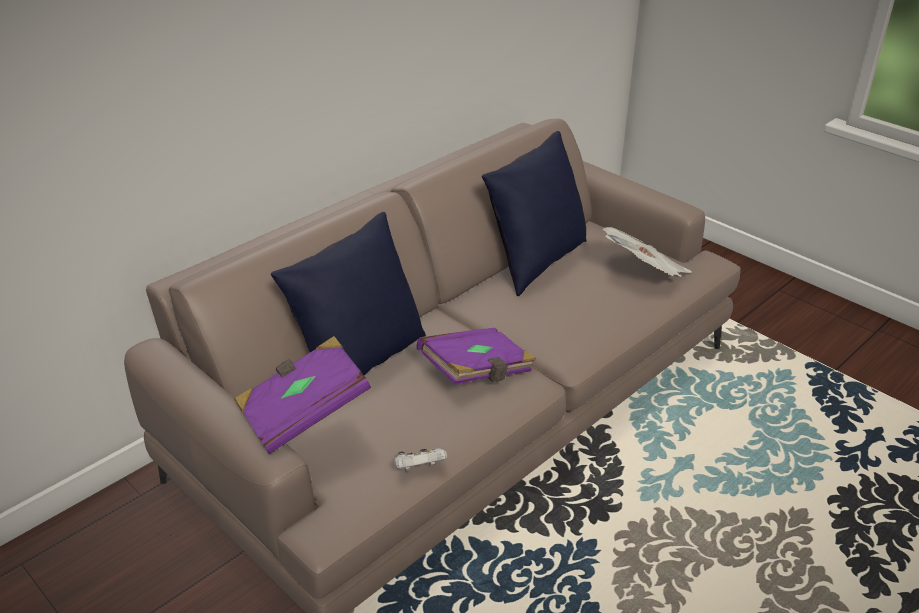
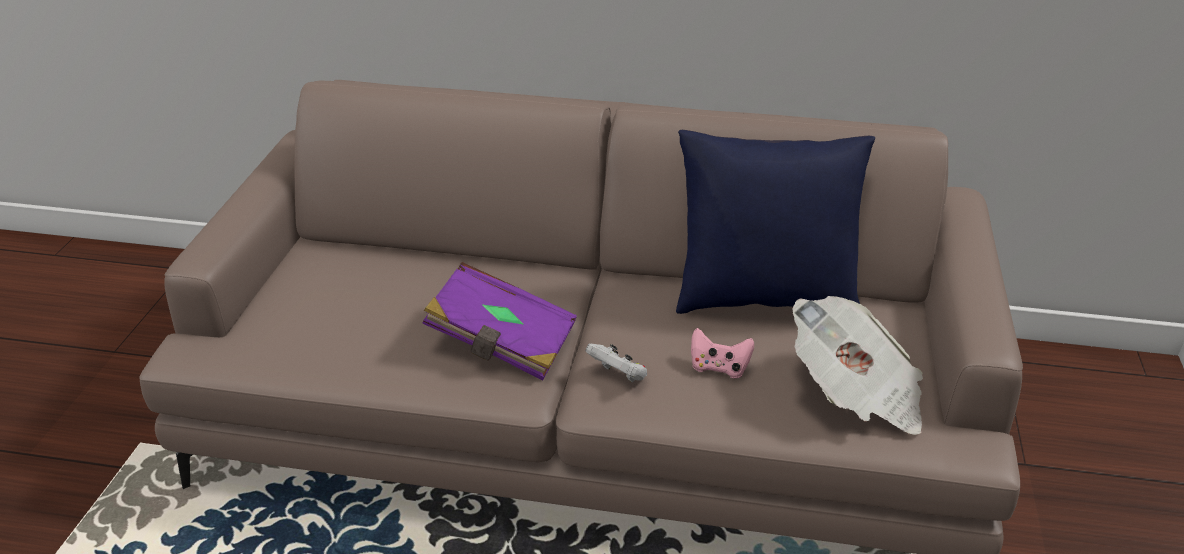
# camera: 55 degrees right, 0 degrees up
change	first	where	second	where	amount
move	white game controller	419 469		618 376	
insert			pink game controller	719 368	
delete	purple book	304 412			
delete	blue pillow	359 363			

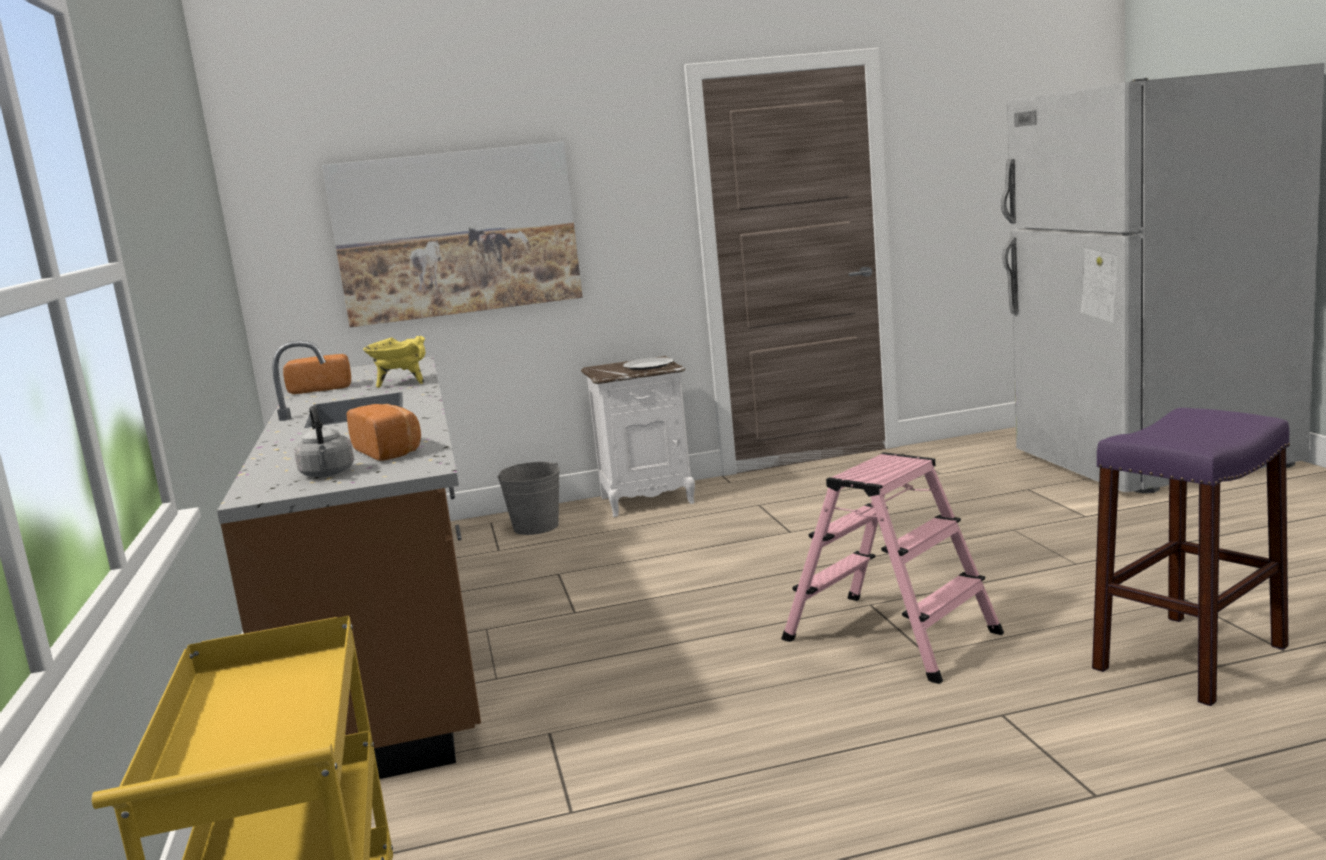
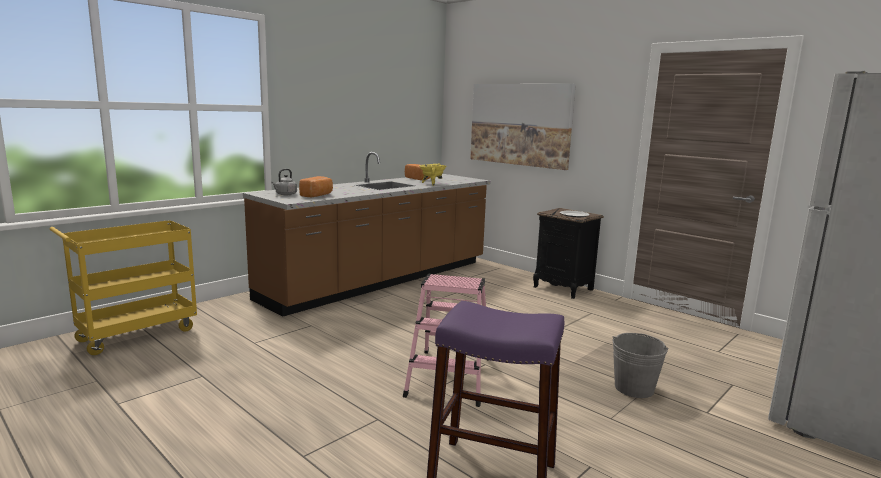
# camera: 55 degrees right, 0 degrees up
change	first	where	second	where	amount
recolor	white nightstand	647 501	black nightstand	563 289	
move	grey bucket	536 527		634 388	

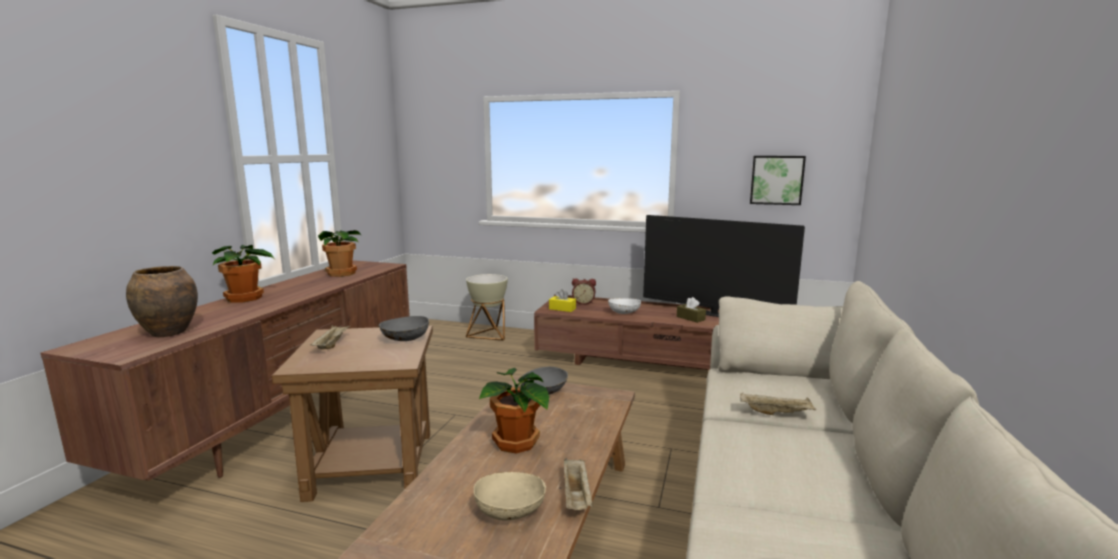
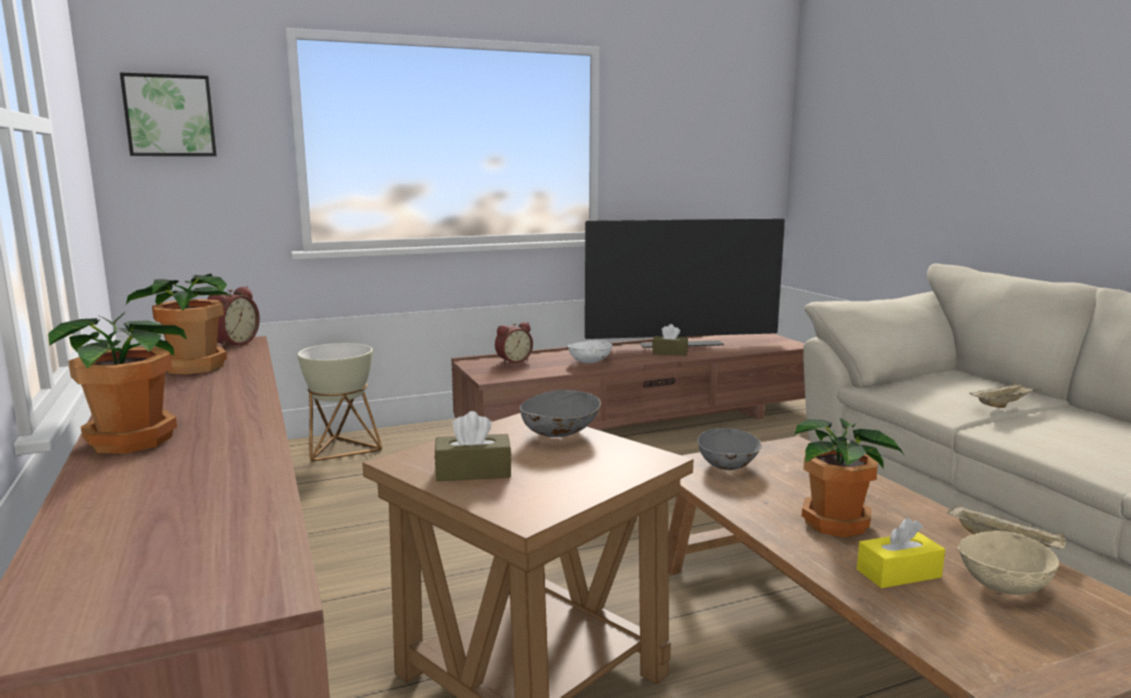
# camera: 40 degrees left, 0 degrees up
change	first	where	second	where	amount
move	picture	776 180		170 116	
insert			alarm clock	232 343	
replace	beige tray	331 345	brown tissue box	473 472	
move	yellow tissue box	562 309		898 573	
delete	brown vase	169 333			

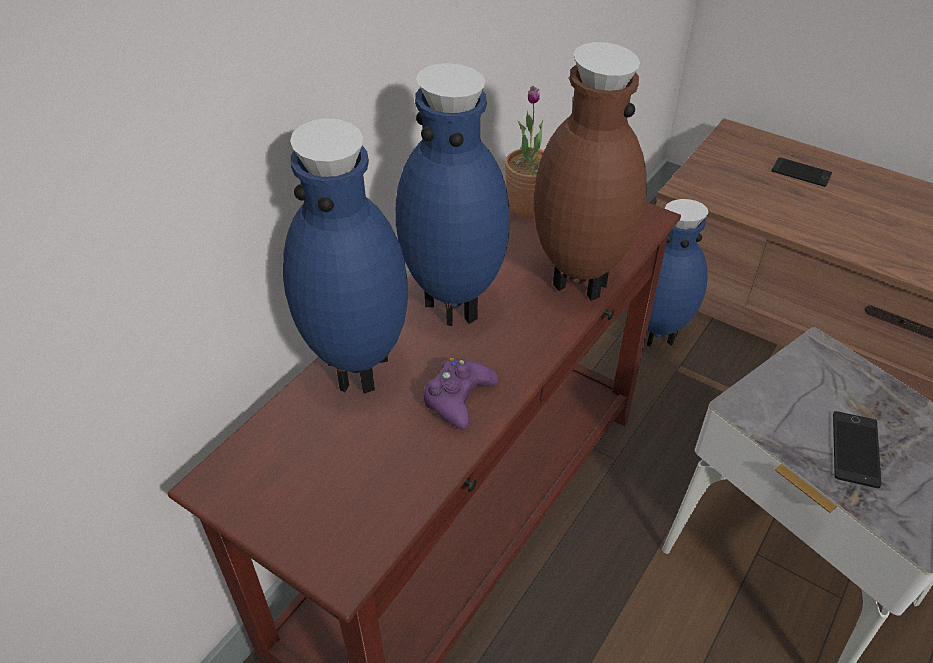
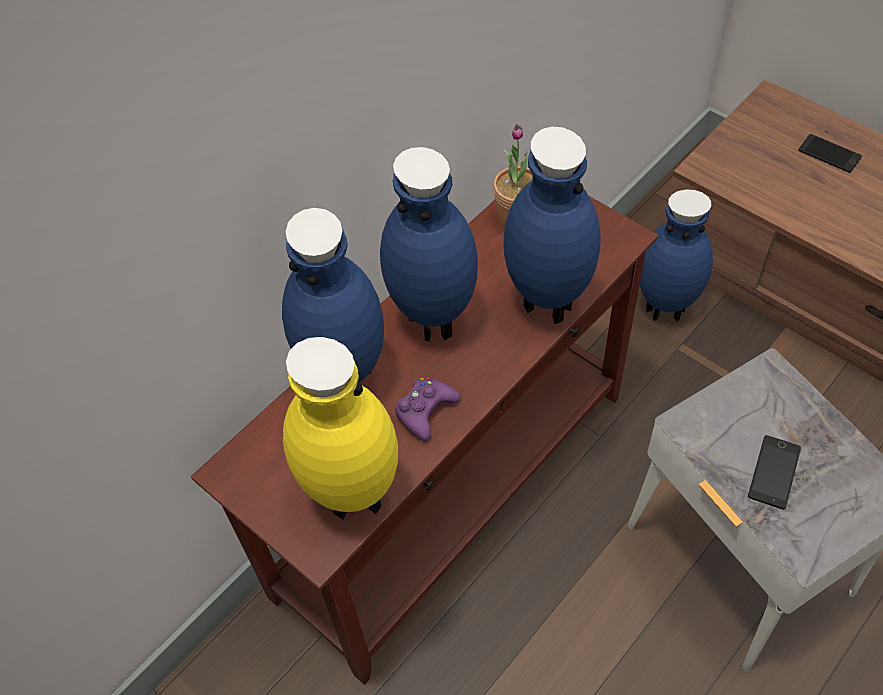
# camera: 10 degrees right, 10 degrees up
change	first	where	second	where	amount
insert			yellow vase	352 499	
recolor	brown vase	576 282	blue vase	545 304	

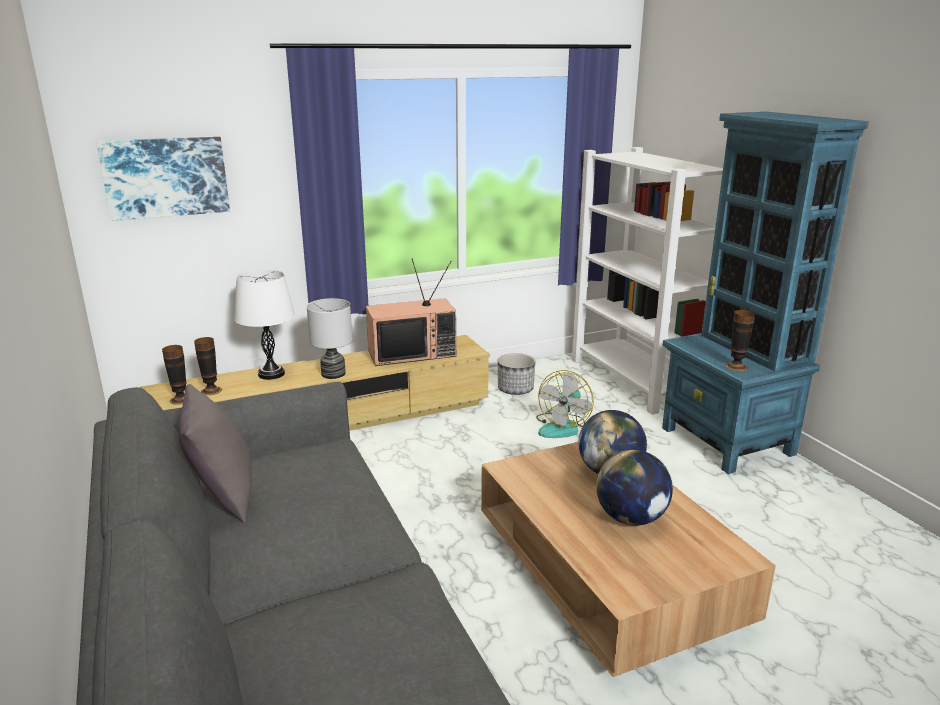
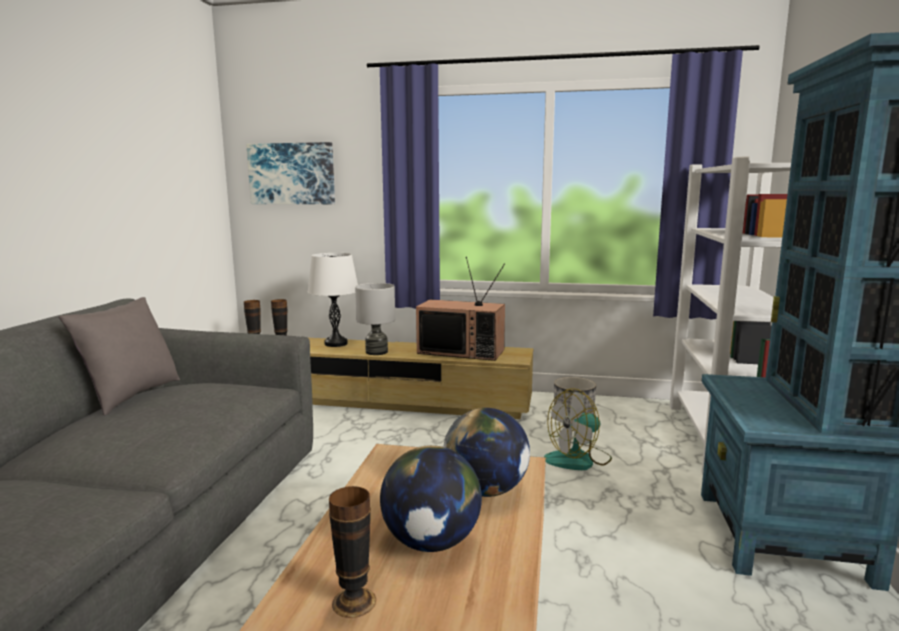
# camera: 35 degrees right, 10 degrees down
change	first	where	second	where	amount
move	vase	736 366		354 601	

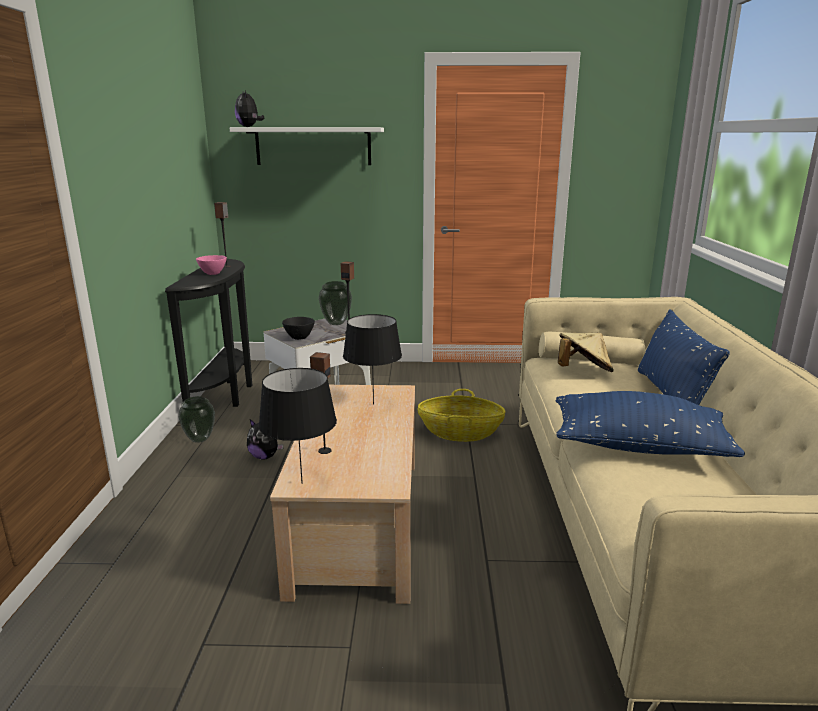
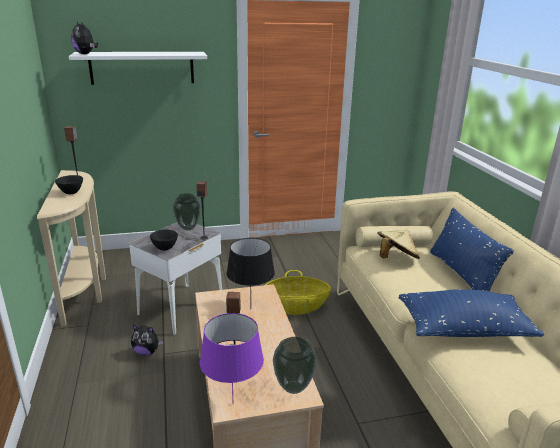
# camera: 15 degrees left, 5 degrees up
change	first	where	second	where	amount
recolor	black console table	226 394	beige console table	86 290	
recolor	pink bowl	213 274	black bowl	71 193	
recolor	black table lamp	302 483	purple table lamp	233 403	
move	vase	200 439		293 387	

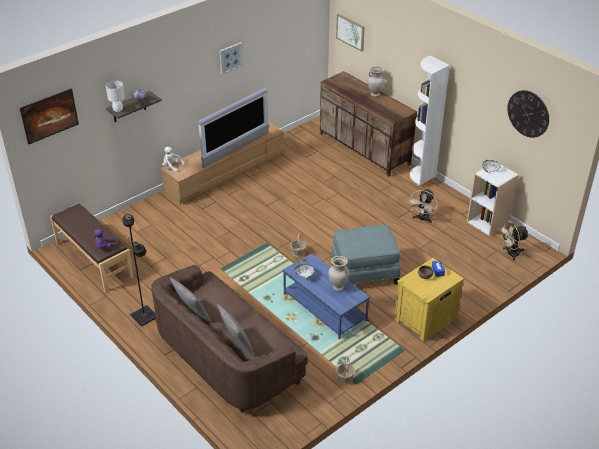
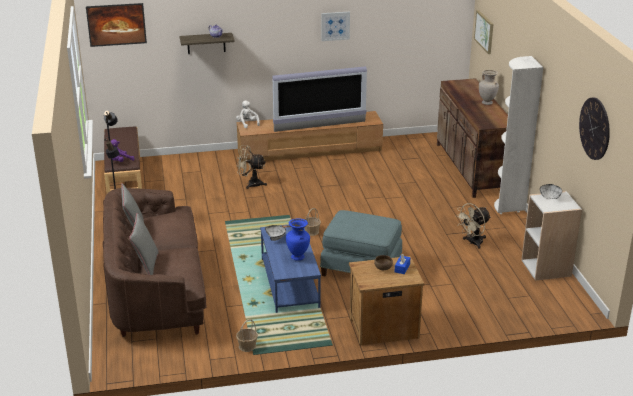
# camera: 30 degrees right, 10 degrees down
change	first	where	second	where	amount
move	beige fan	510 253		251 184	
recolor	beige vase	338 287	blue vase	298 257	
recolor	yellow nightstand	424 319	brown nightstand	382 327	
delete	white table lamp	118 110			

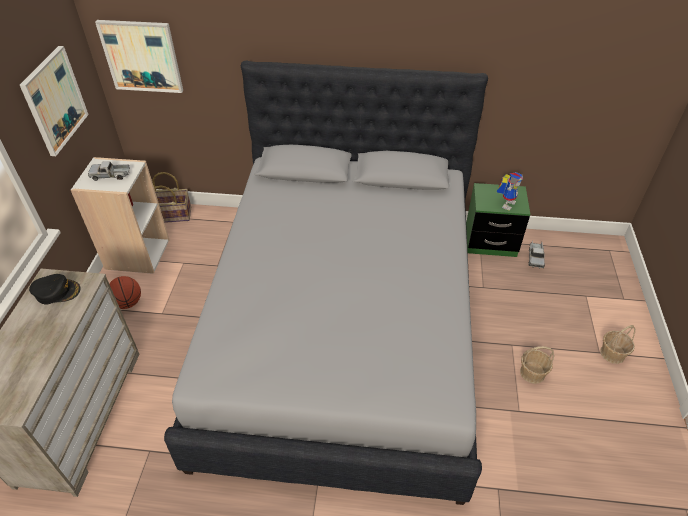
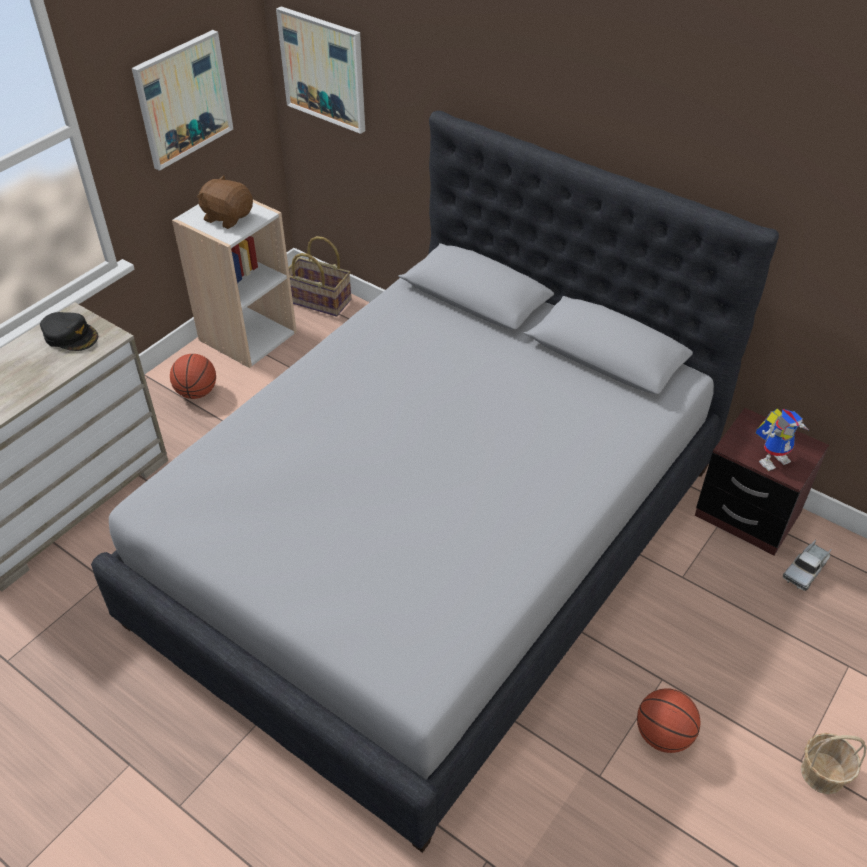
# camera: 30 degrees right, 0 degrees up
change	first	where	second	where	amount
replace	toy truck	111 175	brown plush toy	228 217	
replace	basket	532 373	basketball	663 735	
recolor	green nightstand	490 242	brown nightstand	747 515	

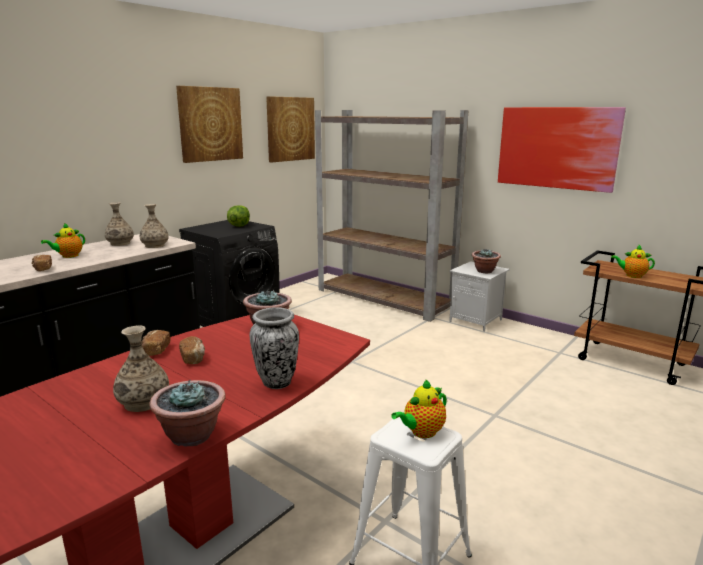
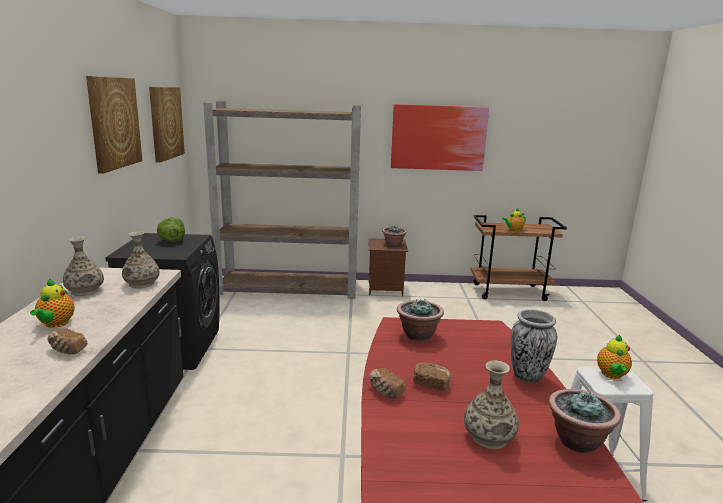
# camera: 40 degrees left, 0 degrees up
change	first	where	second	where	amount
recolor	grey nightstand	477 321	brown nightstand	386 288	

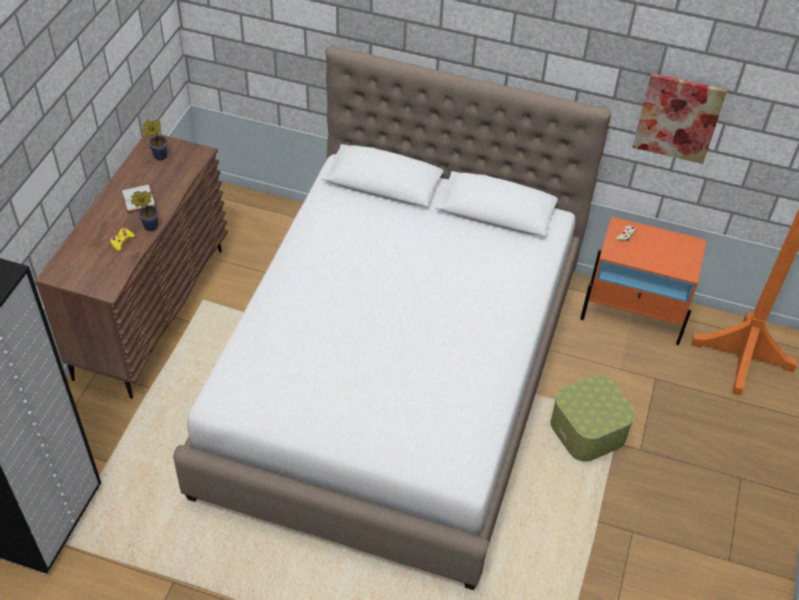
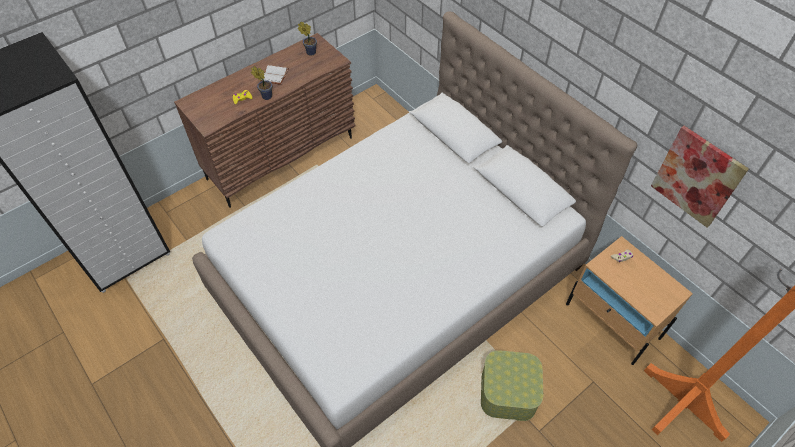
# camera: 35 degrees right, 5 degrees up
change	first	where	second	where	amount
recolor	orange nightstand	634 314	beige nightstand	612 321	

